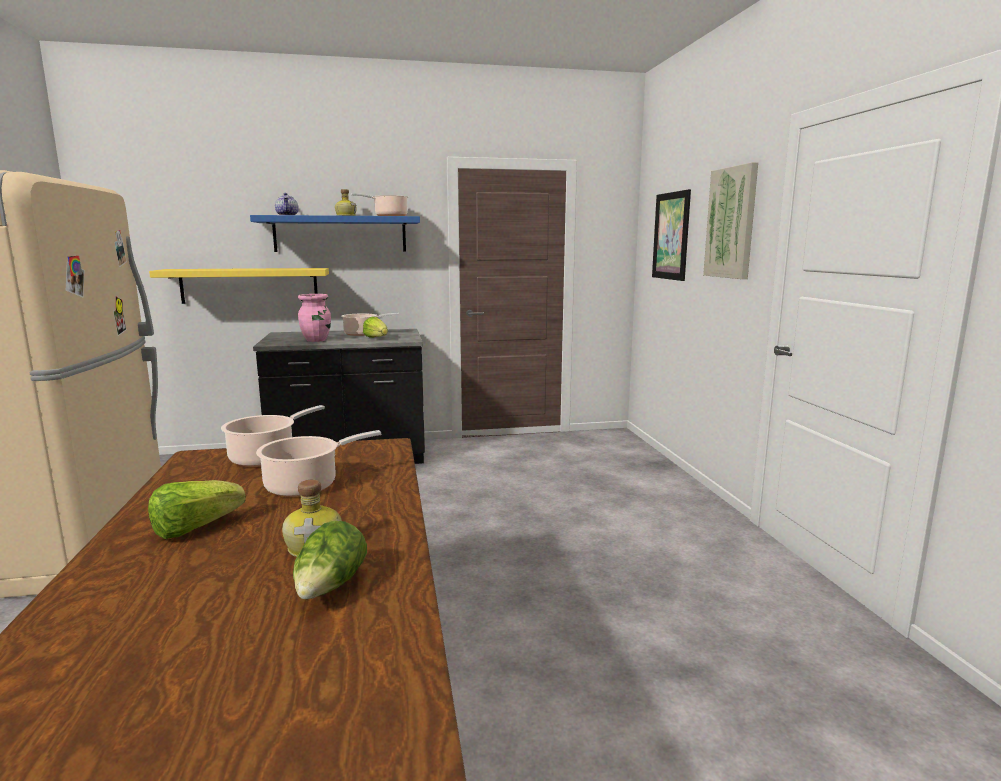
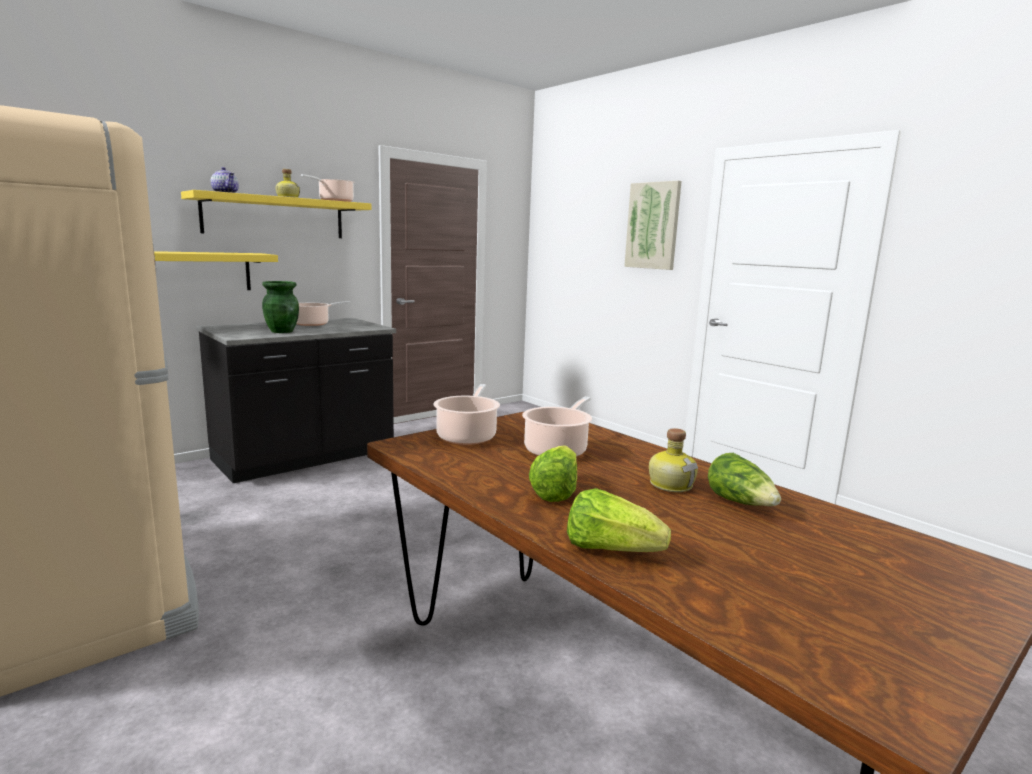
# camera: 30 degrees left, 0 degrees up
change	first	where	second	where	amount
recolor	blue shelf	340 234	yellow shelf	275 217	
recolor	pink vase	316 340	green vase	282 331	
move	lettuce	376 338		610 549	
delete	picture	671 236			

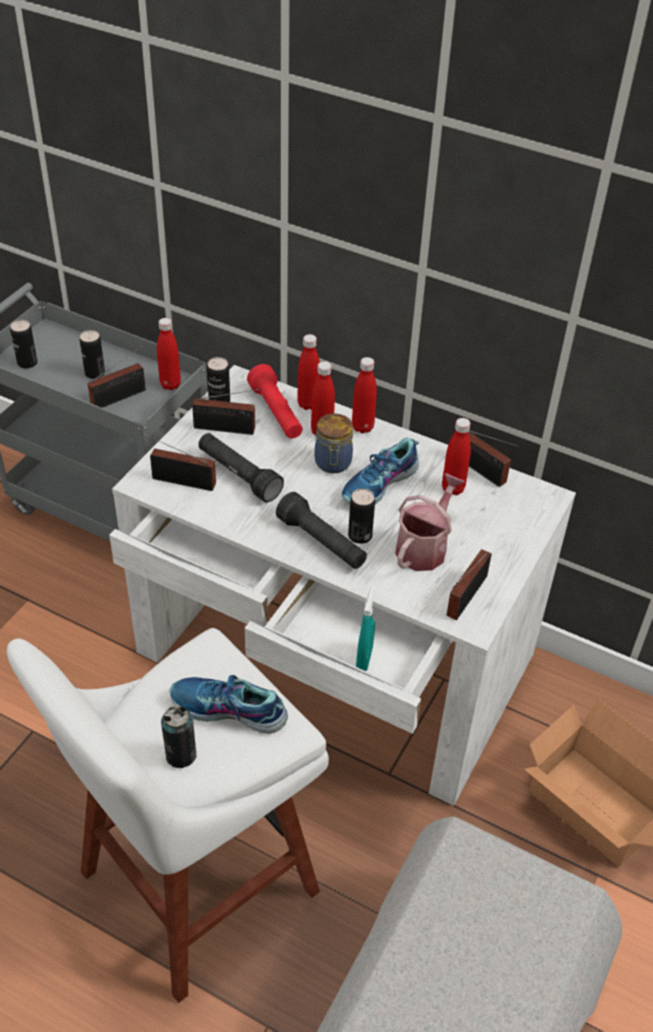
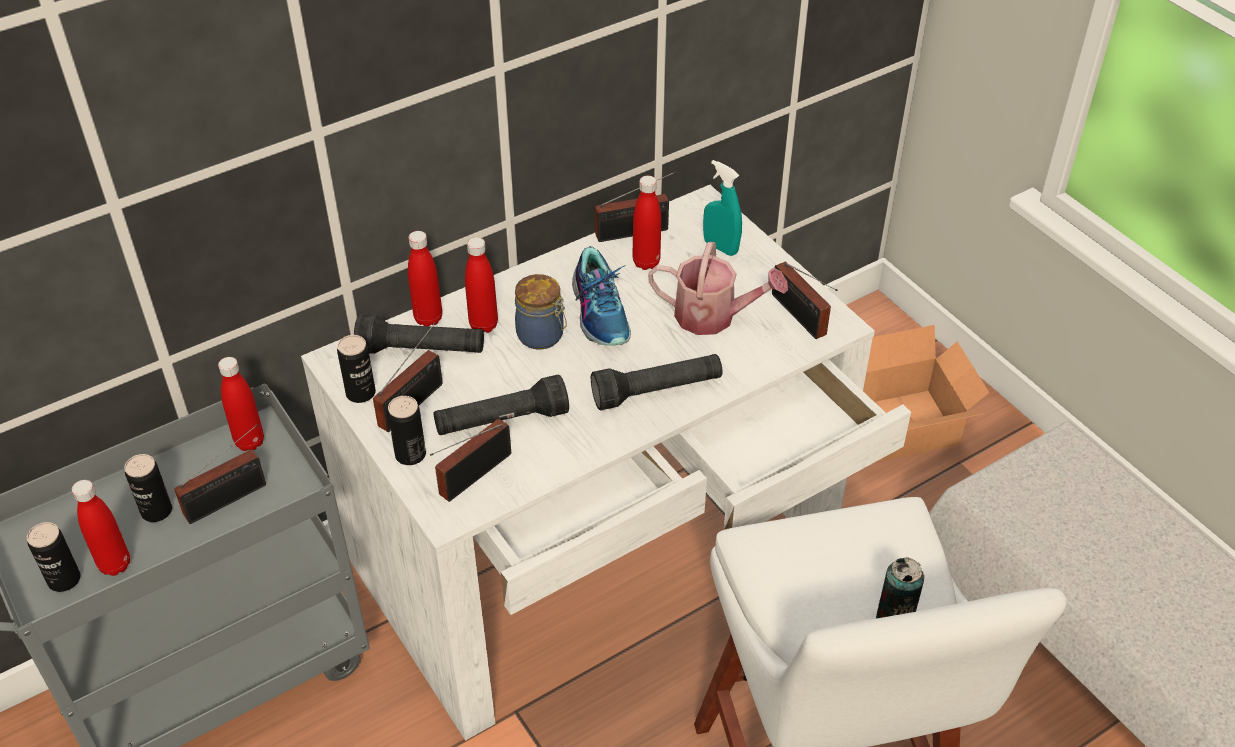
# camera: 60 degrees left, 0 degrees up
change	first	where	second	where	amount
move	red bottle	362 427		115 565	
rotate	radio	122 397		230 498	60 degrees clockwise
recolor	red flashlight	276 413	black flashlight	421 350	
move	can	360 536		410 455	
rotate	watering can	424 546		713 316	135 degrees clockwise
move	turquoise spray bottle	364 658		720 247	
delete	shoe	228 711			

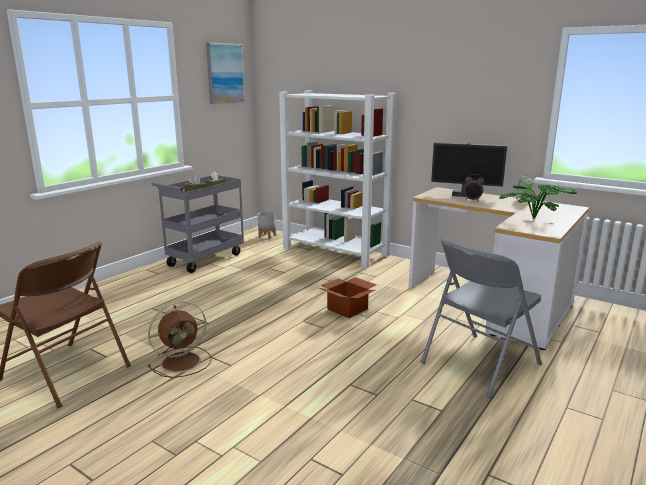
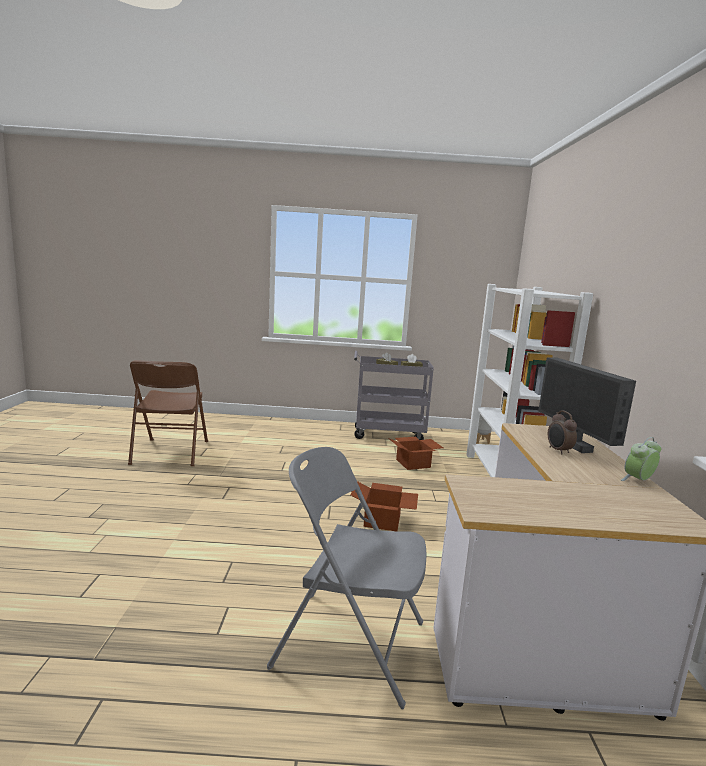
# camera: 55 degrees right, 5 degrees down
change	first	where	second	where	amount
insert			cardboard box	414 463	
delete	brown fan	182 361			
delete	picture	225 73			
delete	potted plant	534 219			

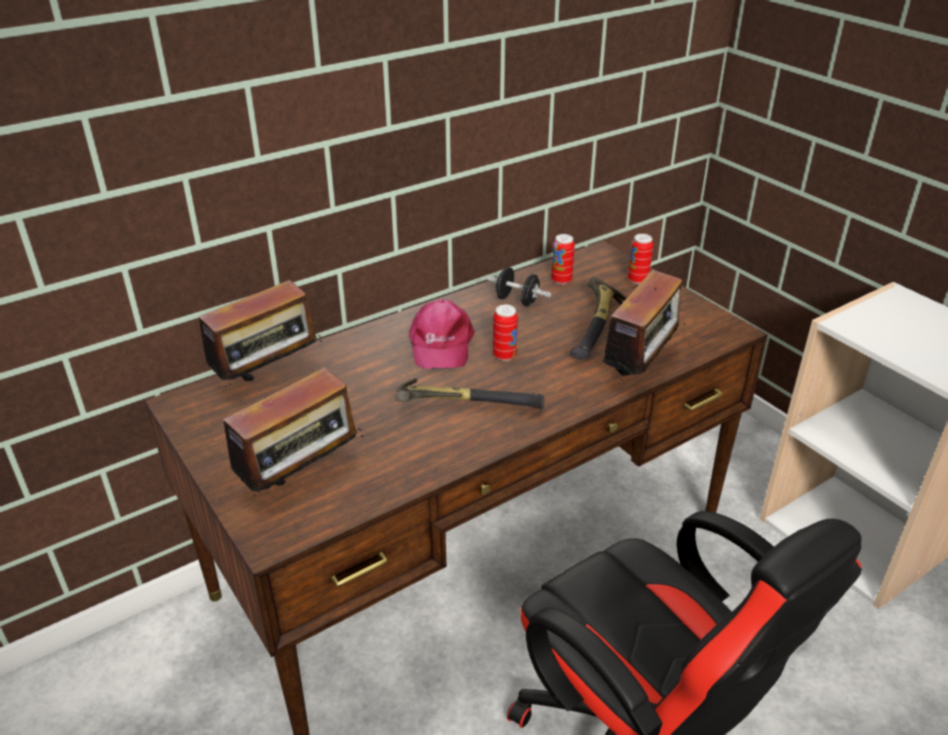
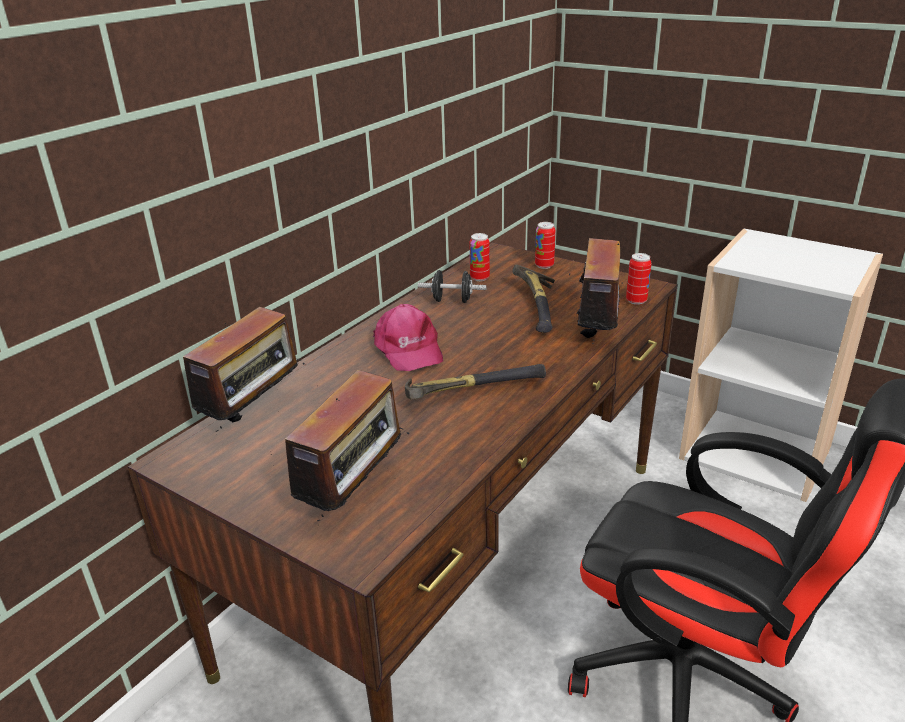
# camera: 20 degrees left, 5 degrees down
change	first	where	second	where	amount
move	can	504 355		636 301	

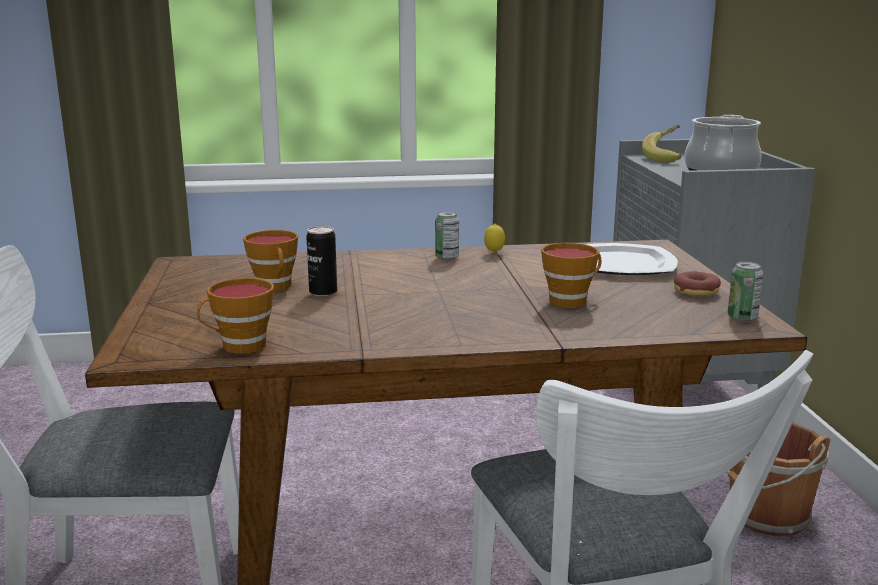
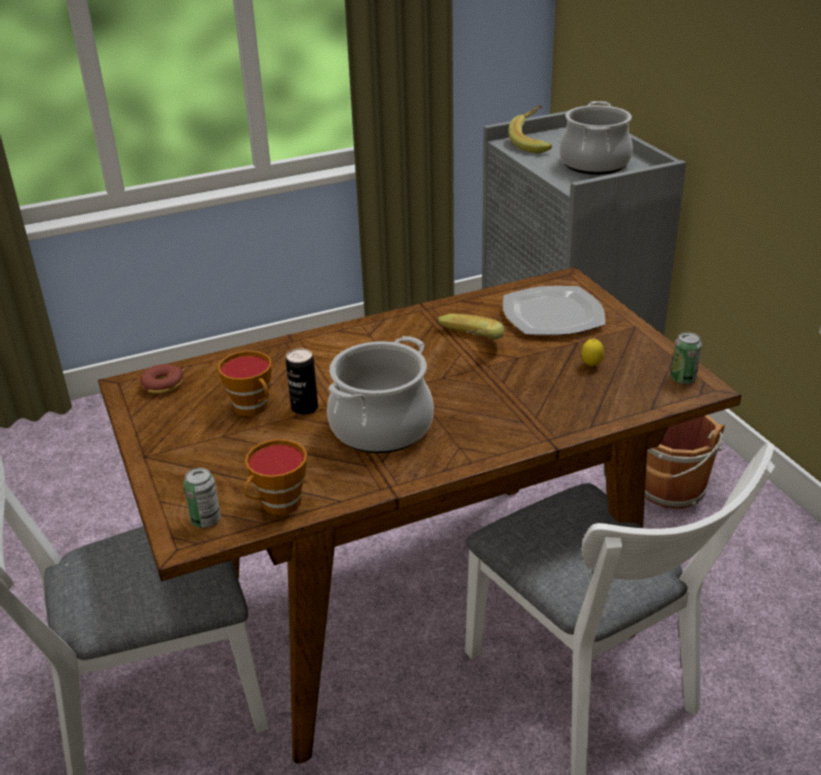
# camera: 15 degrees left, 15 degrees up
change	first	where	second	where	amount
move	donut	696 291		163 385	
move	can	446 257		206 520	
insert			cooking pot	381 427	
insert			banana	465 346	
move	lemon	494 253		591 366	
delete	cup	571 300			

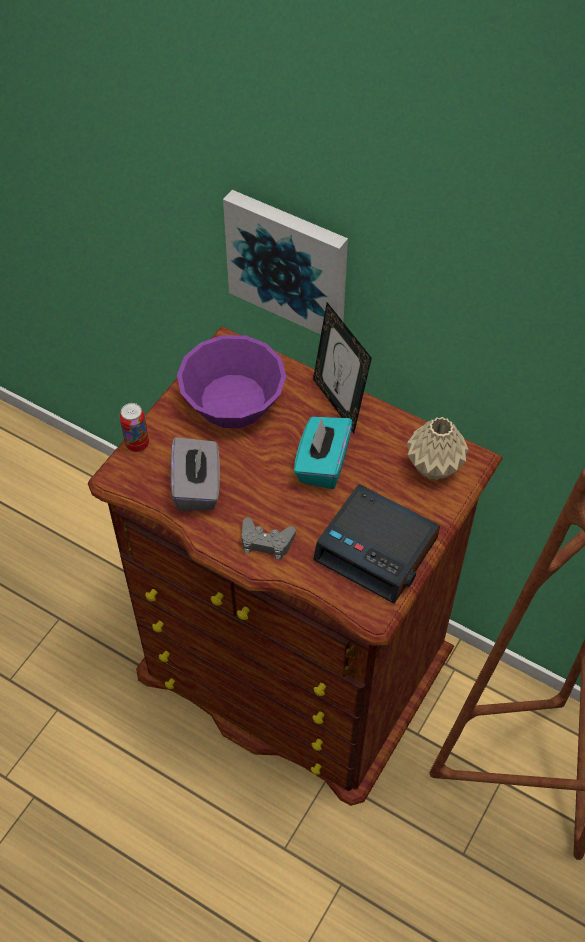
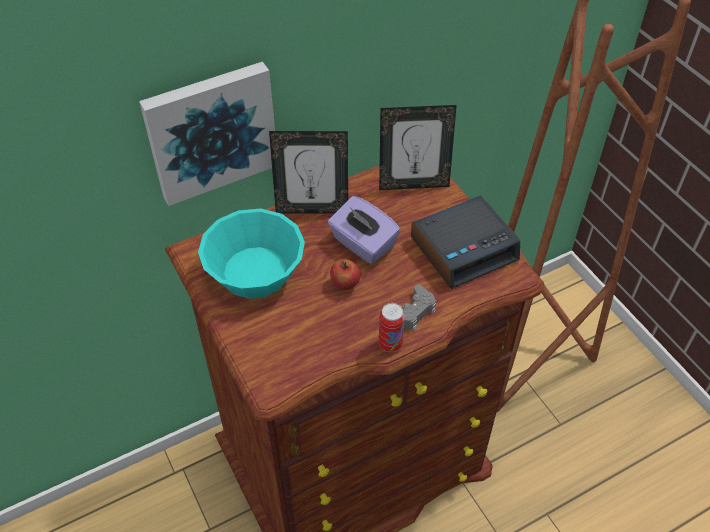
# camera: 60 degrees left, 5 degrees down
change	first	where	second	where	amount
recolor	purple bowl	233 400	turquoise bowl	255 271	
recolor	turquoise tissue box	322 464	purple tissue box	363 244	
insert			apple	345 284	
replace	beige vase	434 468	picture frame	413 184	
move	can	137 444		390 344	
delete	grey tissue box	197 487			

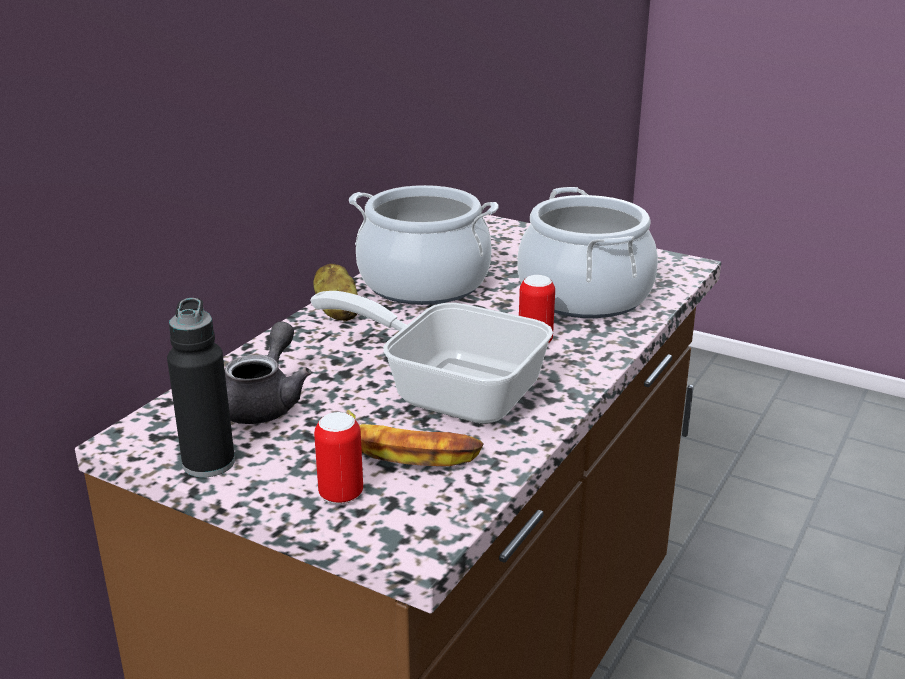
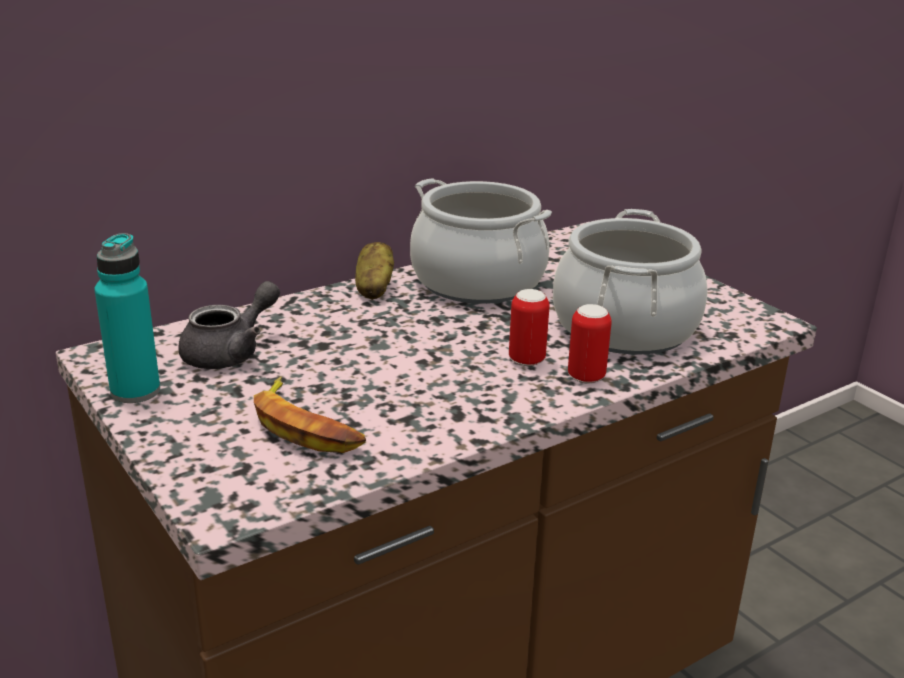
# camera: 25 degrees right, 0 degrees up
change	first	where	second	where	amount
recolor	black bottle	208 463	turquoise bottle	135 391	
move	can	341 494		586 377	
delete	frying pan	449 390			

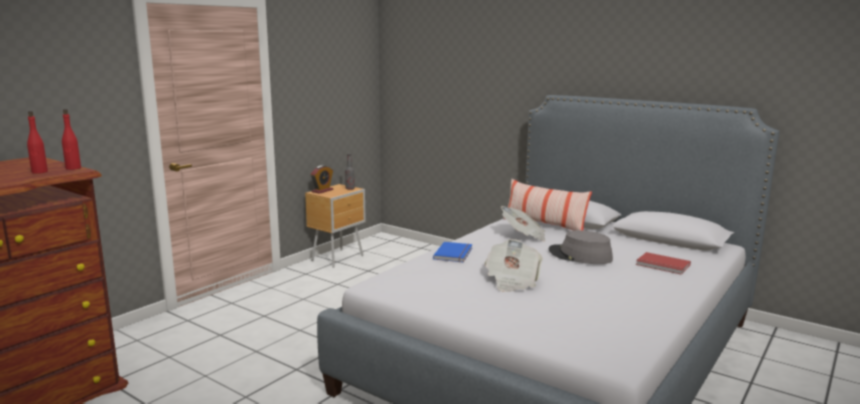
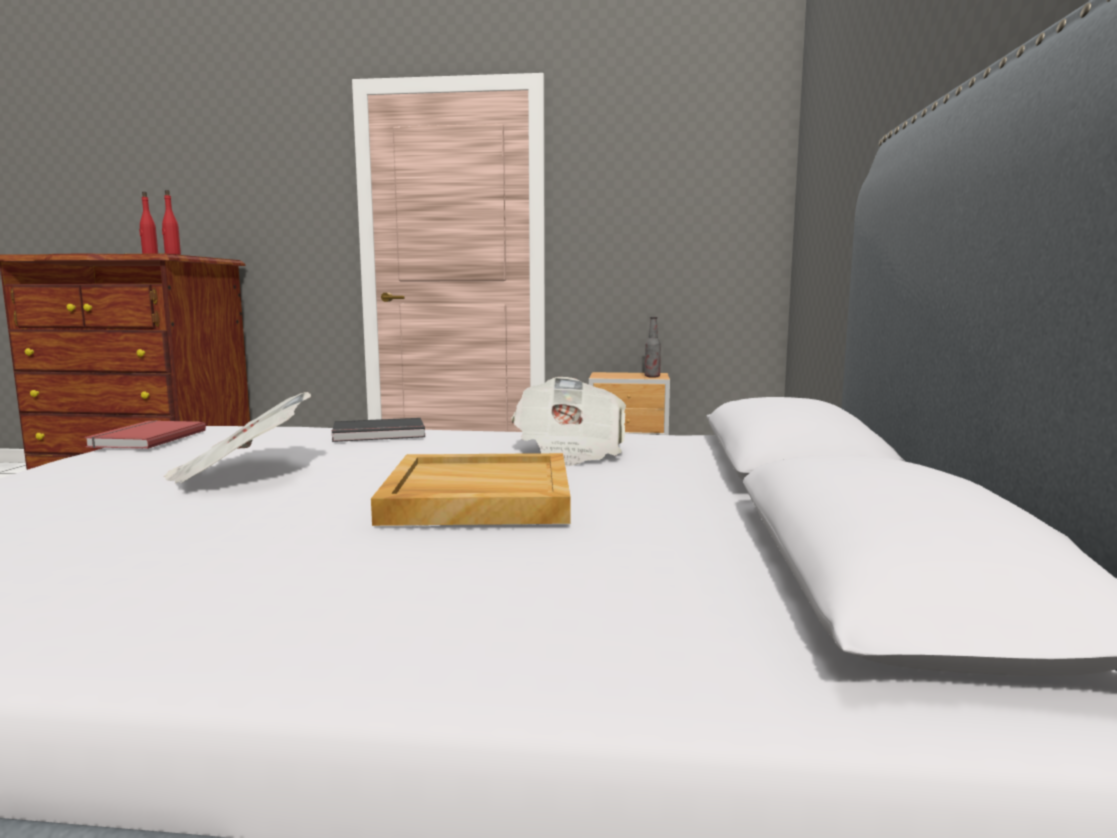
# camera: 60 degrees right, 5 degrees down
change	first	where	second	where	amount
move	red book	662 265		145 439	
recolor	blue book	454 254	black book	379 434	
replace	grey hat	580 255	beige tray	477 497	
delete	alarm clock	322 191			
delete	pillow	544 225			

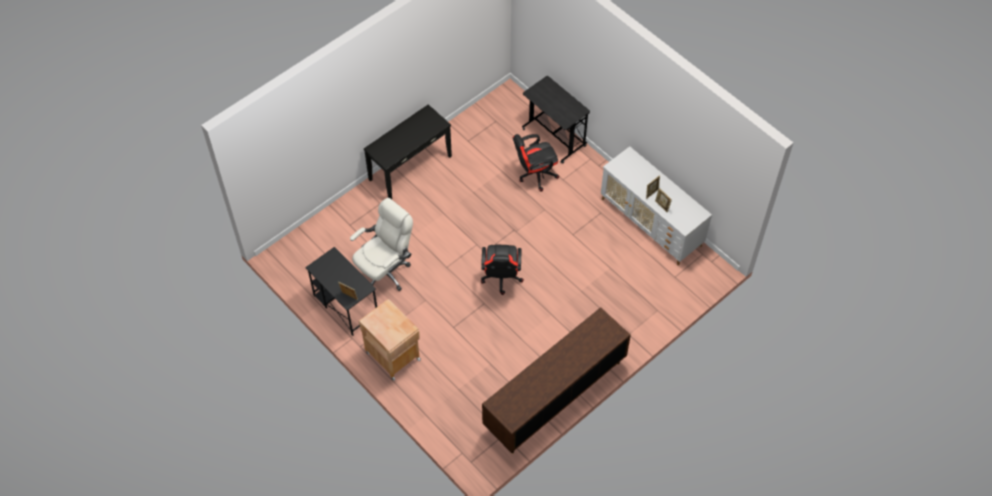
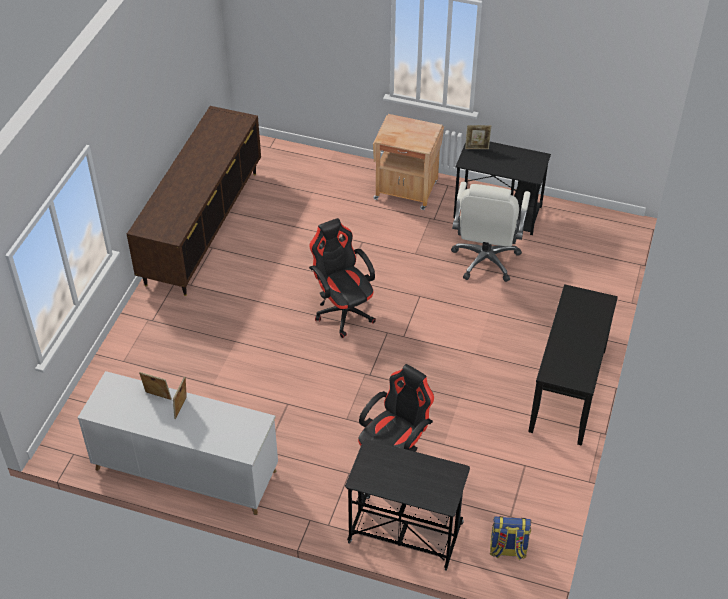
# camera: 150 degrees right, 10 degrees down
change	first	where	second	where	amount
insert			backpack	507 550	

